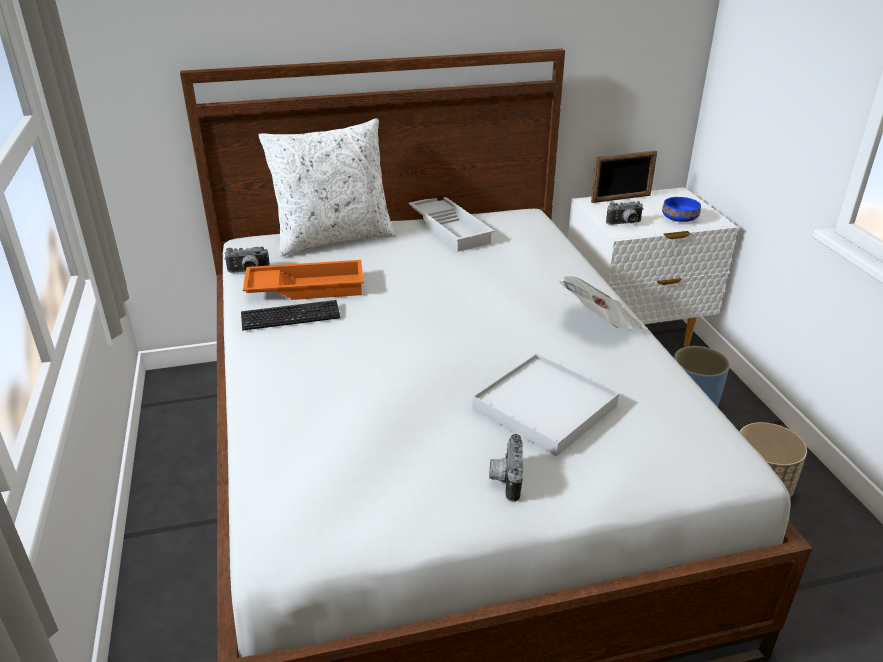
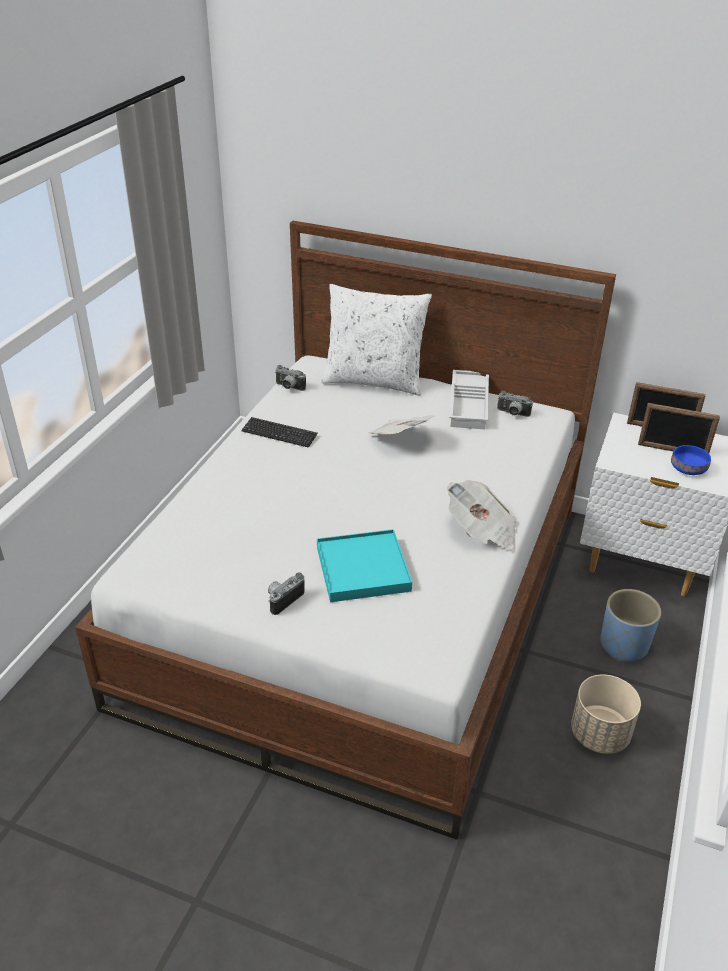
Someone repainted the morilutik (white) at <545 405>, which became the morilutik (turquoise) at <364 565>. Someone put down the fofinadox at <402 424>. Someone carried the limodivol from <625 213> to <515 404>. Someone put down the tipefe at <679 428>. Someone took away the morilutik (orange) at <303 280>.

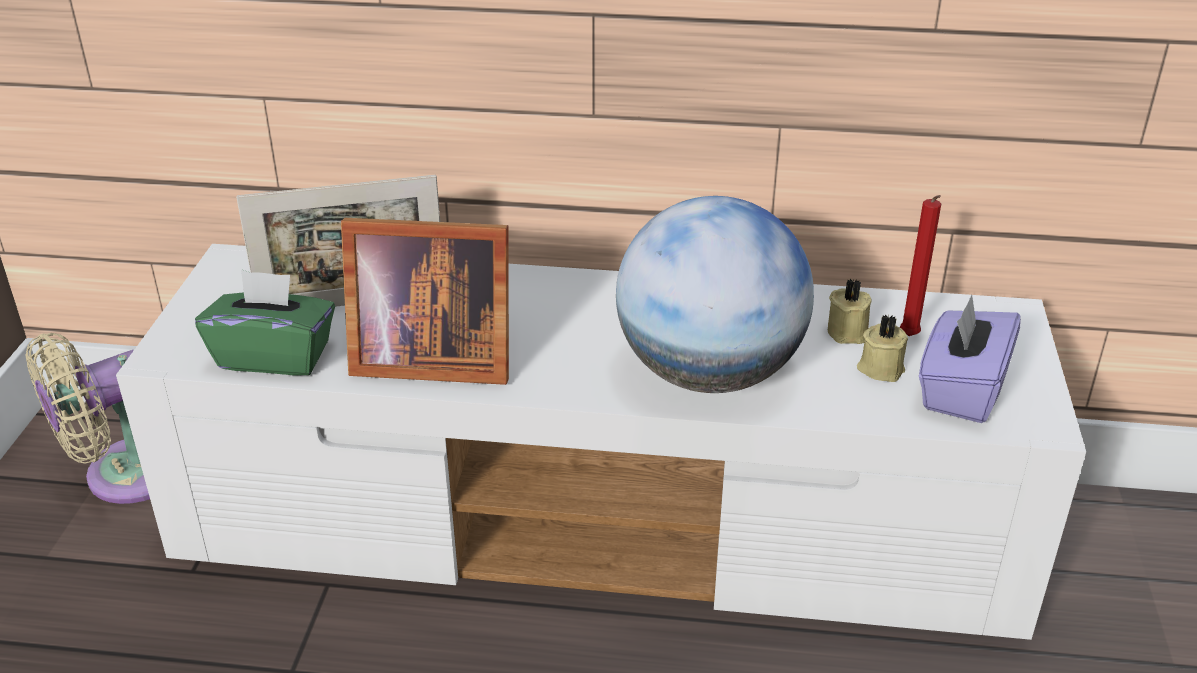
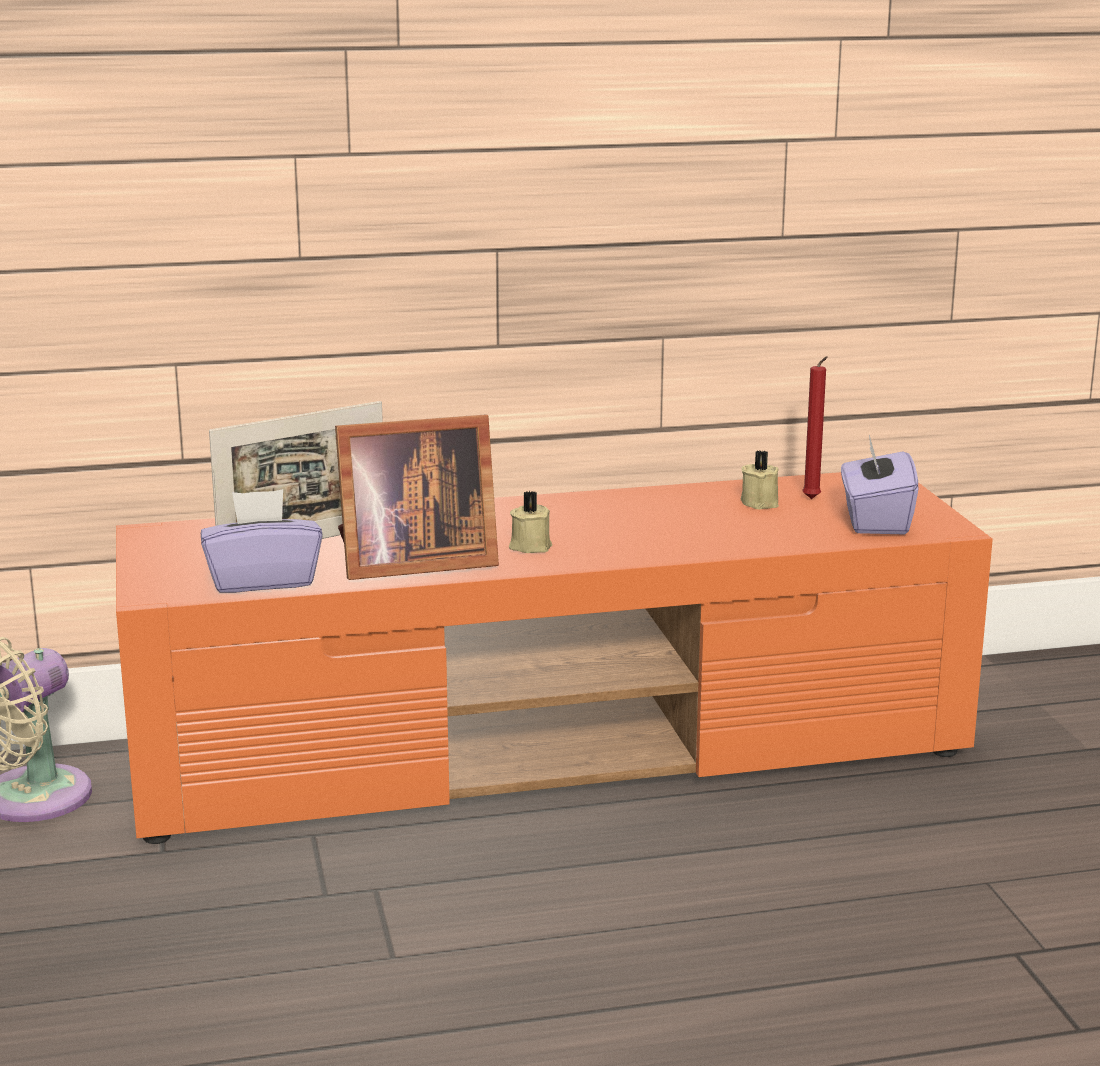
Someone repainted the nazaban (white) at <601 442>, which became the nazaban (orange) at <554 658>. Someone repainted the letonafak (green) at <265 322>, which became the letonafak (purple) at <262 541>. Someone carried the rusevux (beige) from <882 348> to <530 522>. Someone took away the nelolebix at <715 294>.

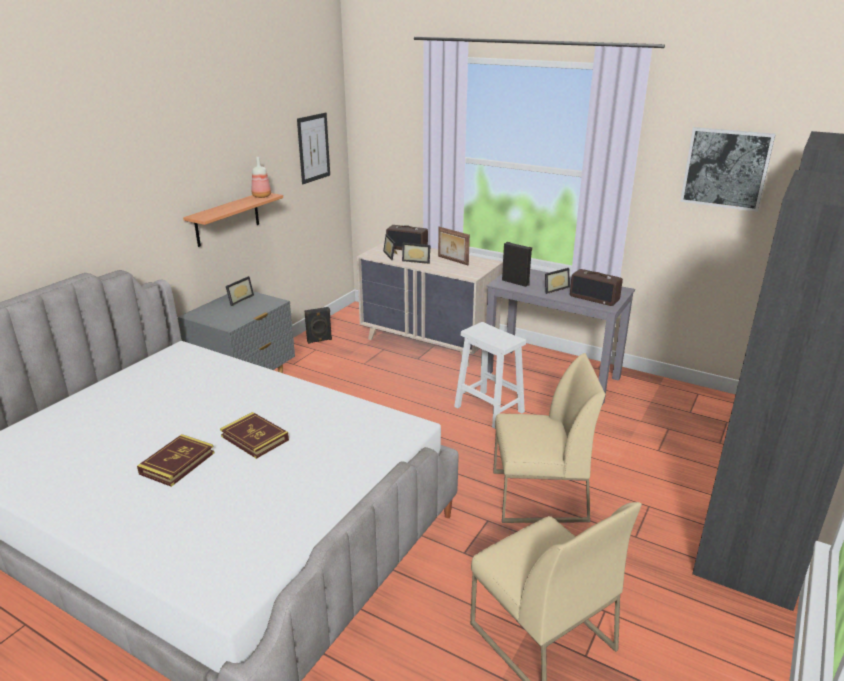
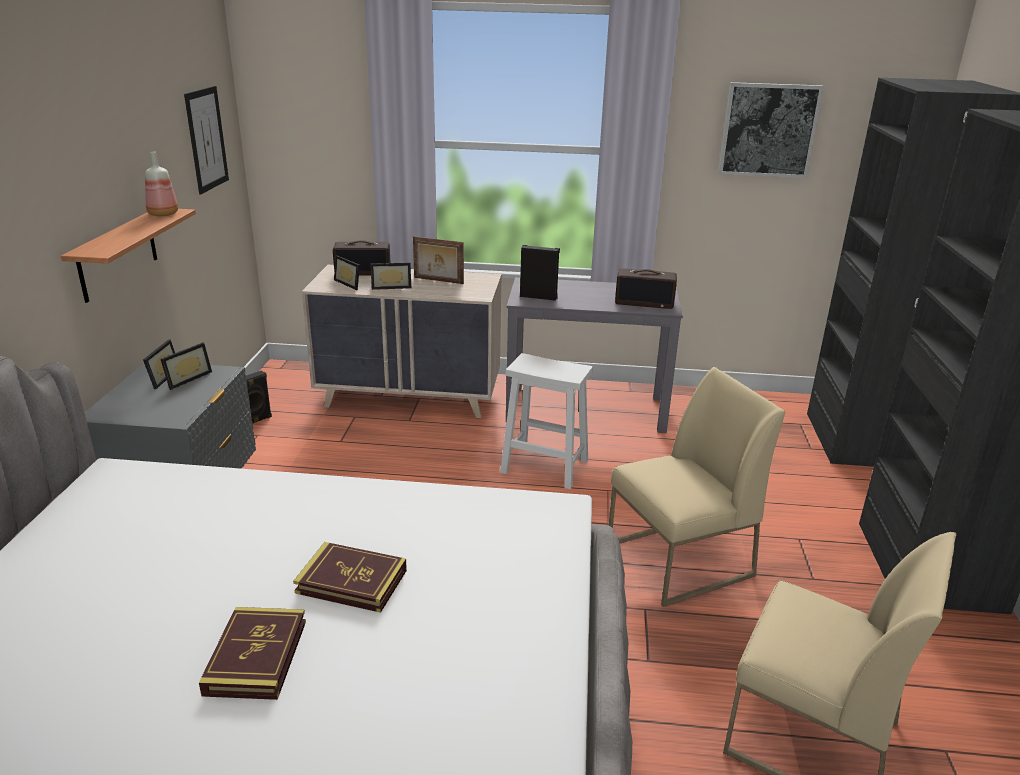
Someone carried the tipefe from <557 281> to <186 366>.

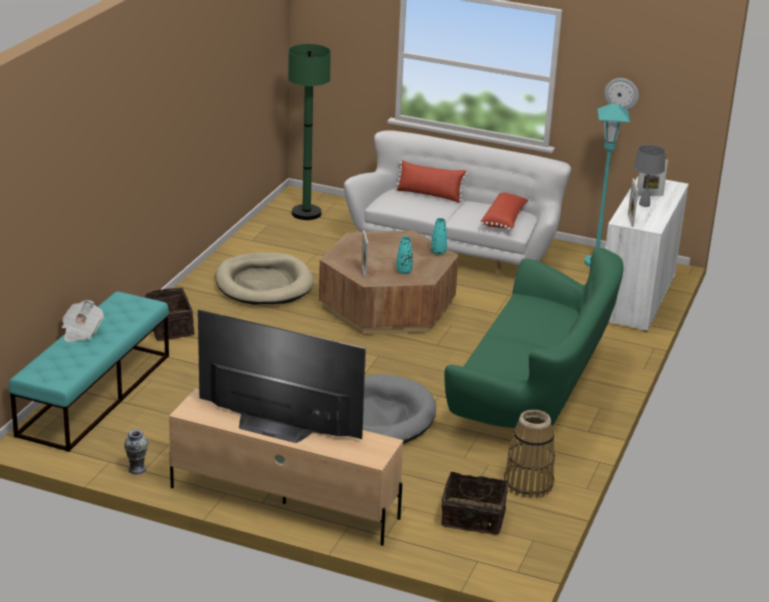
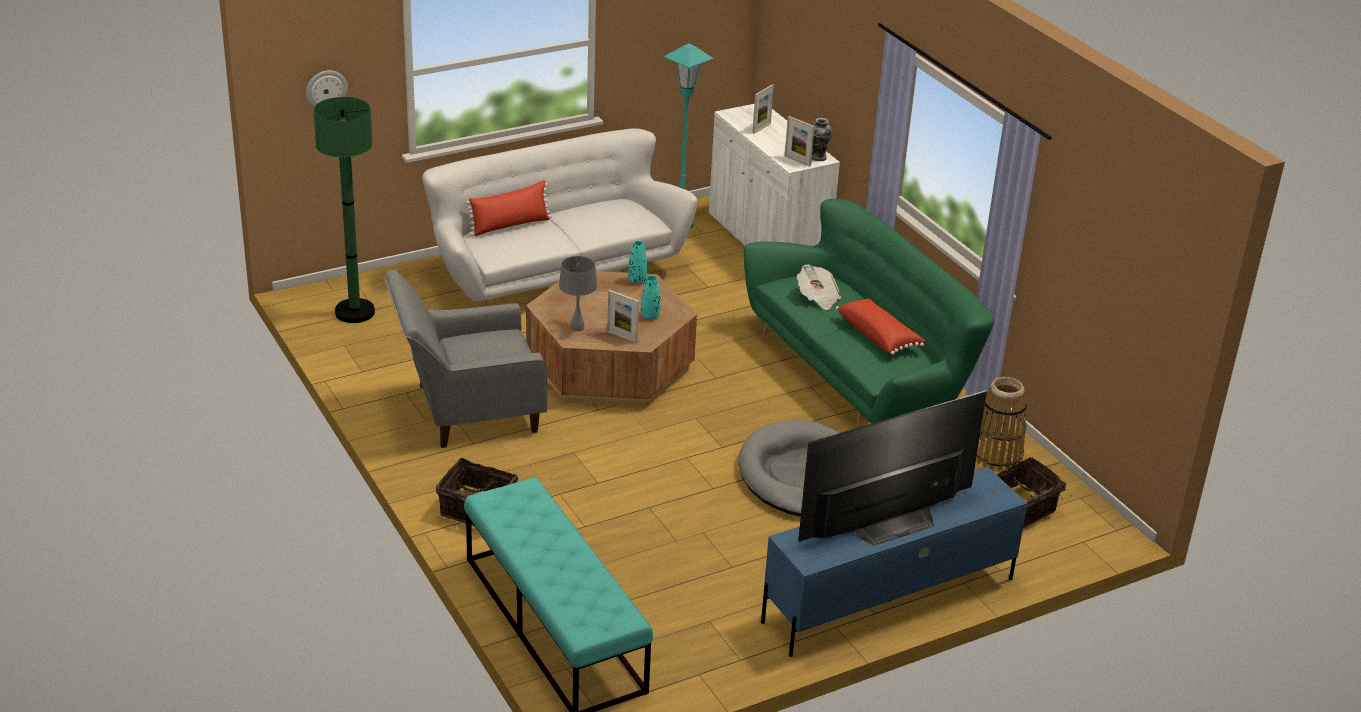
Someone carried the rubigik from <622 94> to <327 88>. Someone swapped the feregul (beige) at <264 279> for the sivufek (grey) at <465 359>. Someone carried the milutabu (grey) from <650 176> to <578 293>. Someone repainted the nazaban (beige) at <286 467>, which became the nazaban (blue) at <894 562>. Someone carried the fofinadox from <83 321> to <819 287>. Someone carried the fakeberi from <136 452> to <821 139>. Someone carried the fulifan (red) from <505 211> to <880 327>.

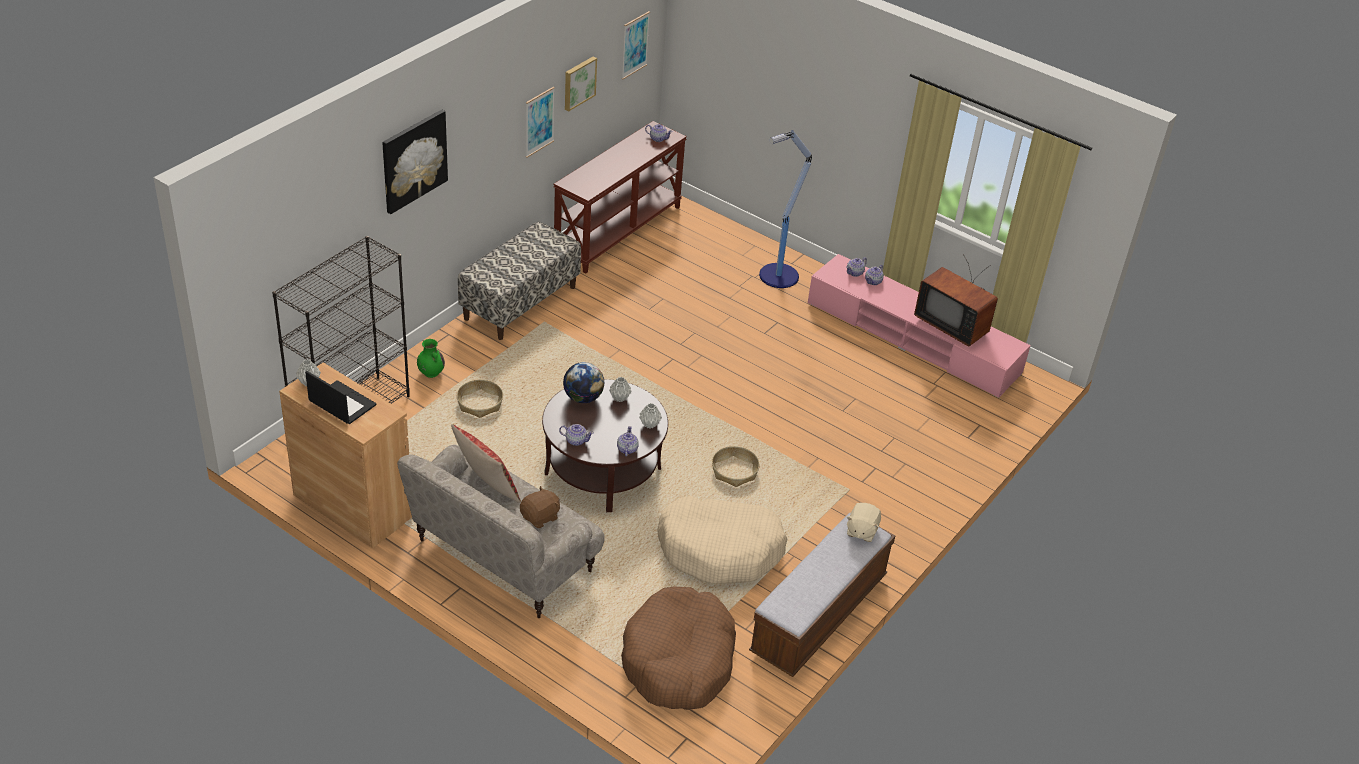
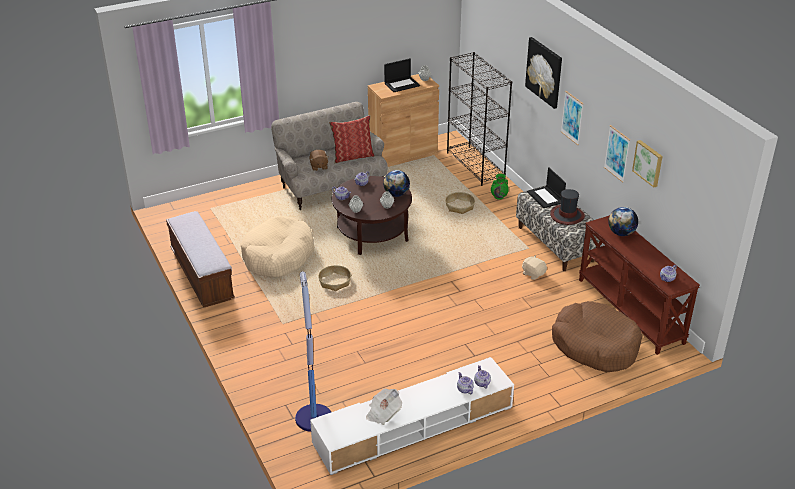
Someone carried the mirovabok from <785 209> to <313 352>. Someone repainted the nazaban (pink) at <919 326>, which became the nazaban (white) at <412 416>. Someone swapped the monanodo at <956 300> for the fofinadox at <384 406>. Someone carried the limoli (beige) from <863 522> to <534 267>. Someone put down the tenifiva at <546 188>. Someone put down the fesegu at <567 207>. Someone carried the feregul (brown) from <678 648> to <597 336>. Someone carried the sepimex from <636 45> to <572 118>. Someone put down the nelolebix at <623 221>.

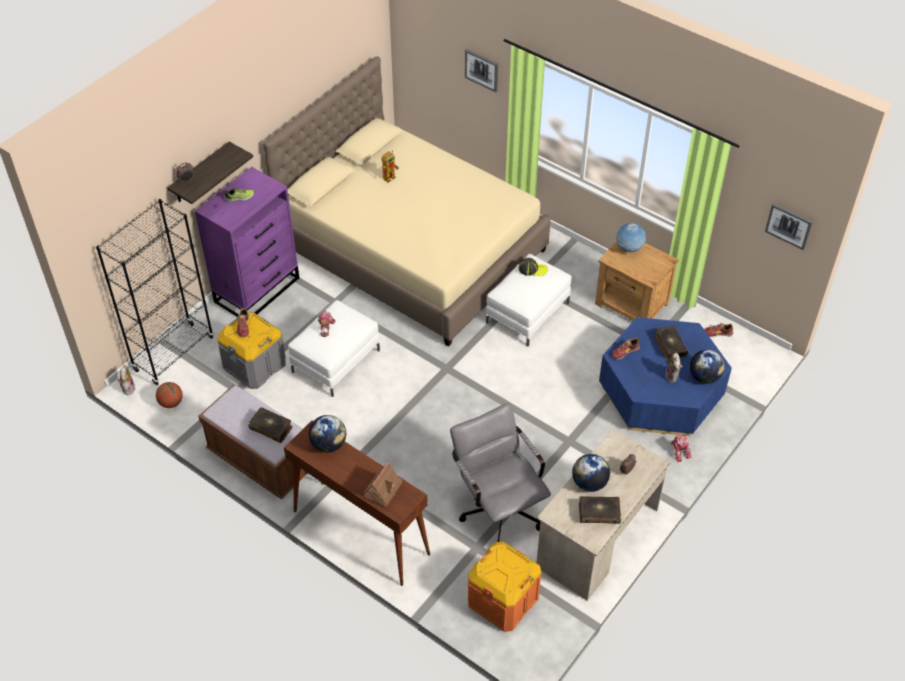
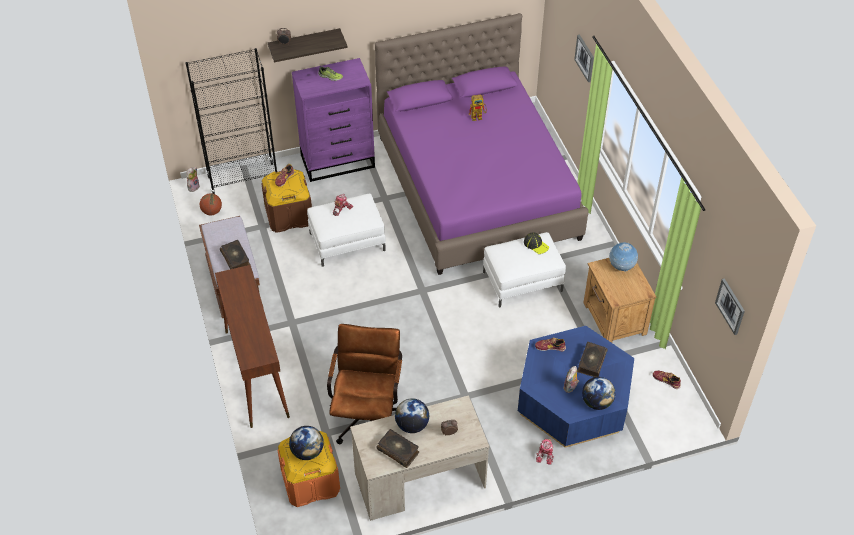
Someone repainted the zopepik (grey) at <252 350>, which became the zopepik (brown) at <286 201>. Someone carried the nelolebix from <327 434> to <306 443>. Someone repainted the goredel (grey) at <500 472>, which became the goredel (brown) at <364 384>. Someone repainted the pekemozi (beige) at <407 201>, which became the pekemozi (purple) at <482 144>. Someone took away the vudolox at <383 484>.

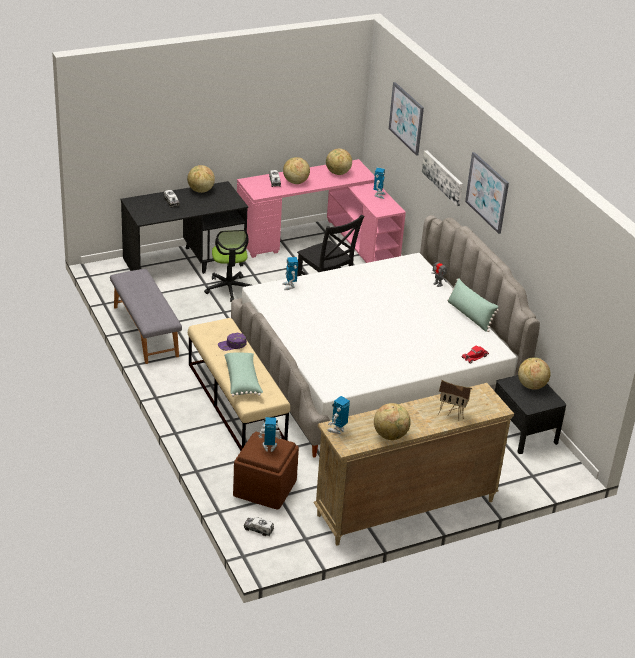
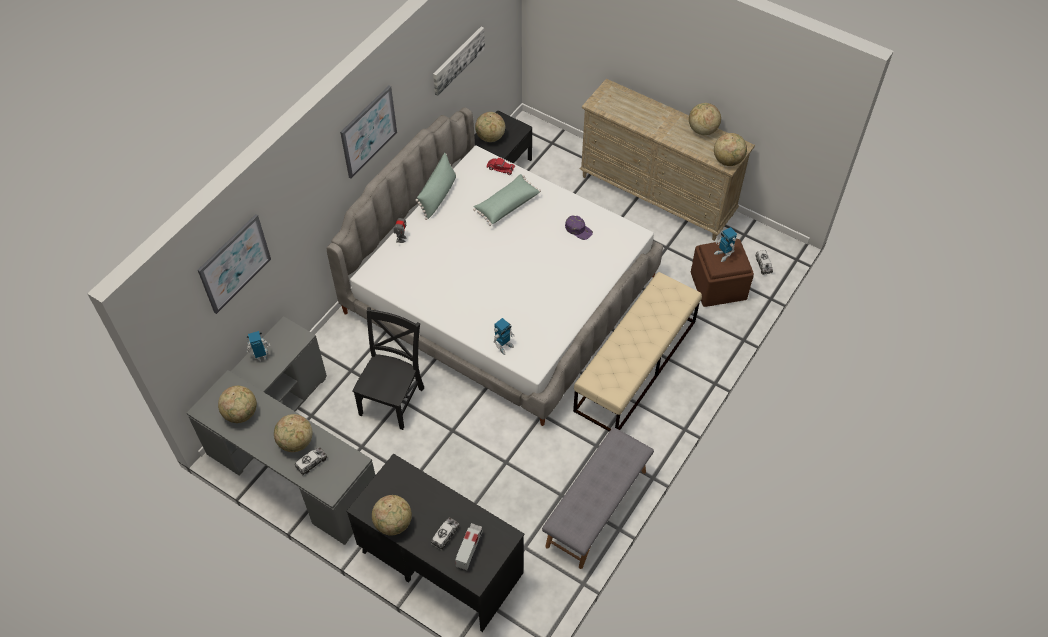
Someone repainted the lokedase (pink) at <321 211>, which became the lokedase (grey) at <281 430>. Someone carried the sepimex from <442 178> to <459 61>. Someone put down the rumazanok at <469 546>. Someone carried the fulifan (green) from <243 375> to <507 200>. Someone carried the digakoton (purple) from <232 342> to <579 227>. Someone swapped the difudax at <338 415> for the nelolebix at <730 149>. Someone took away the goredel at <227 266>. Someone took away the vudolox at <454 400>.

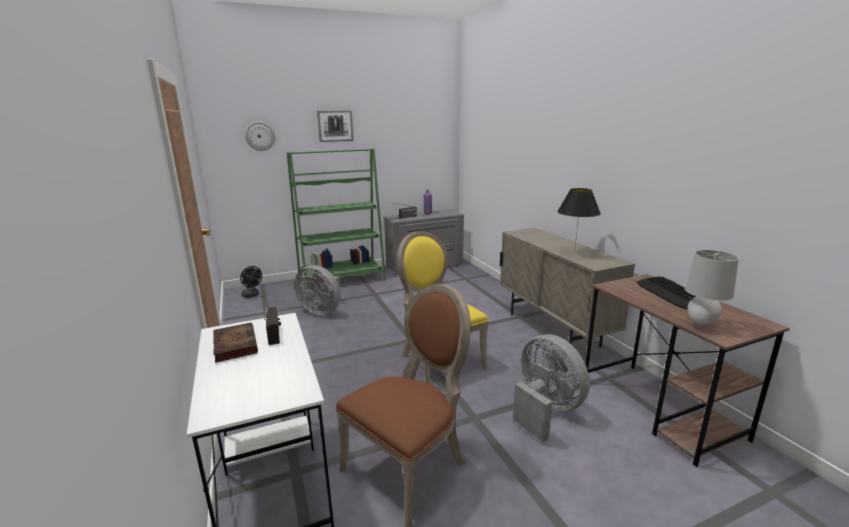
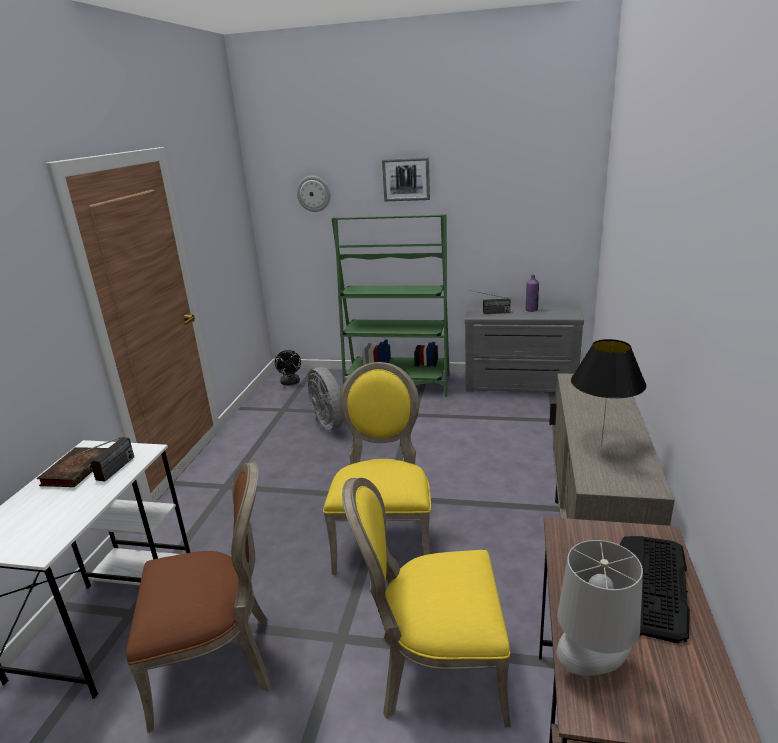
Someone swapped the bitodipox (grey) at <551 388> for the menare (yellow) at <426 602>.

